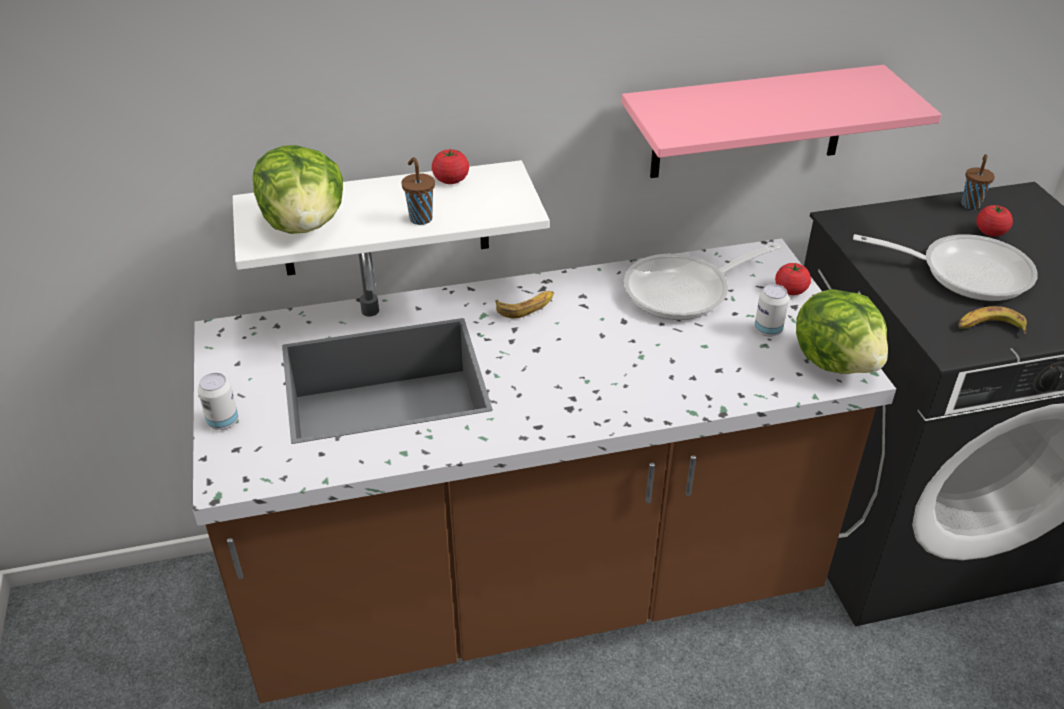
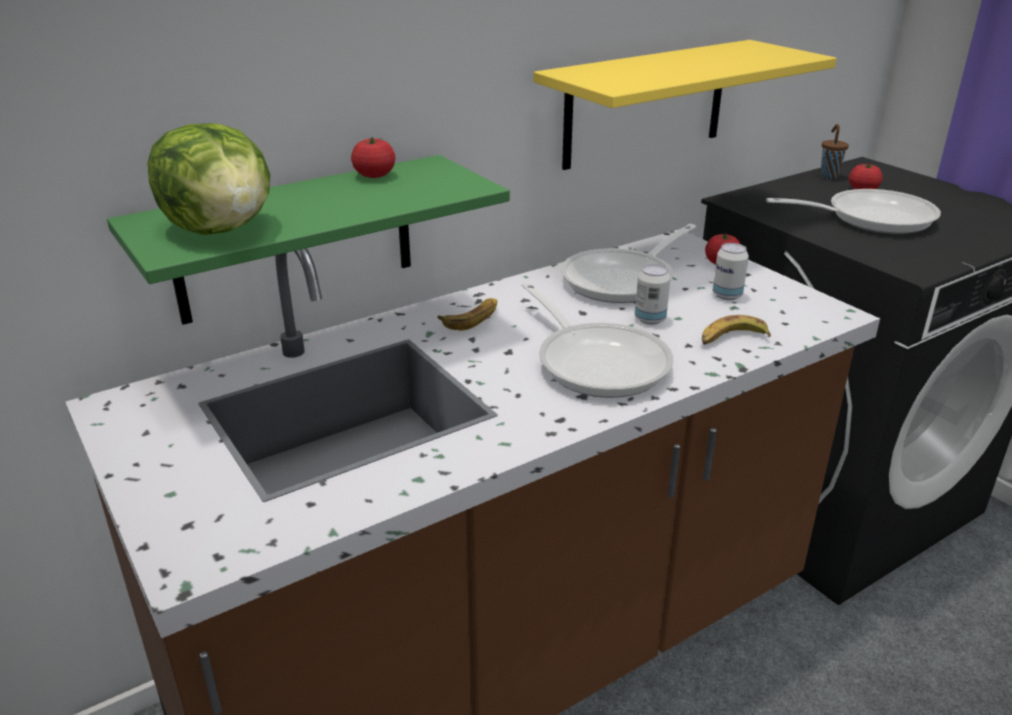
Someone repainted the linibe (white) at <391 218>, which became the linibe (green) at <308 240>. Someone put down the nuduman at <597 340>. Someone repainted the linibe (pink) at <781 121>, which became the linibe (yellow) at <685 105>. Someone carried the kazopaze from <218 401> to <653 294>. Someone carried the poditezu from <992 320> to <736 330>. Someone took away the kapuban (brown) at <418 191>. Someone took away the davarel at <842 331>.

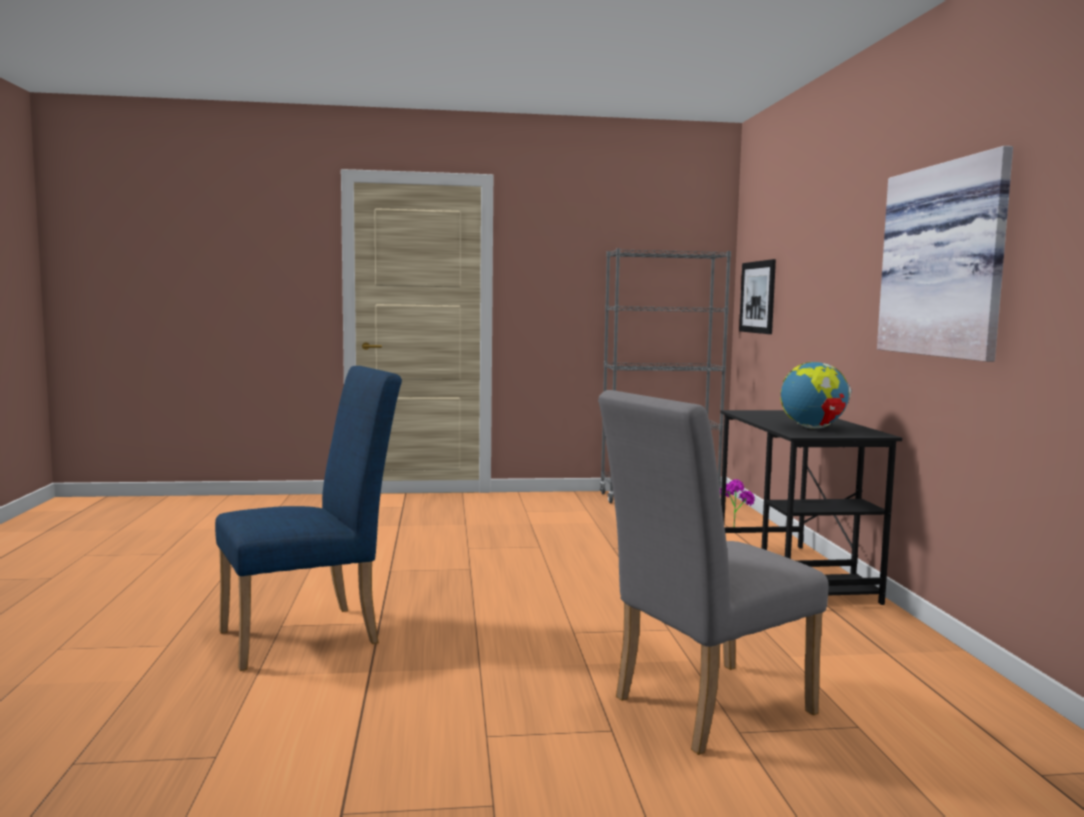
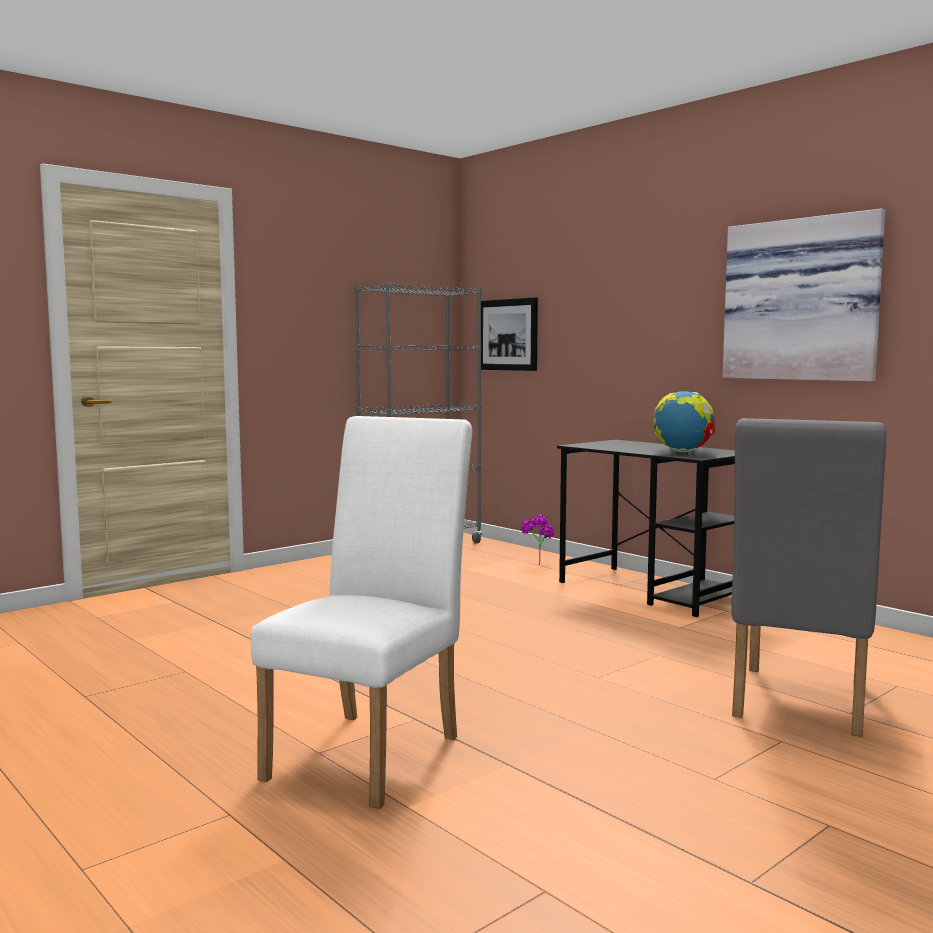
Someone repainted the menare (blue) at <308 518>, which became the menare (white) at <361 612>.

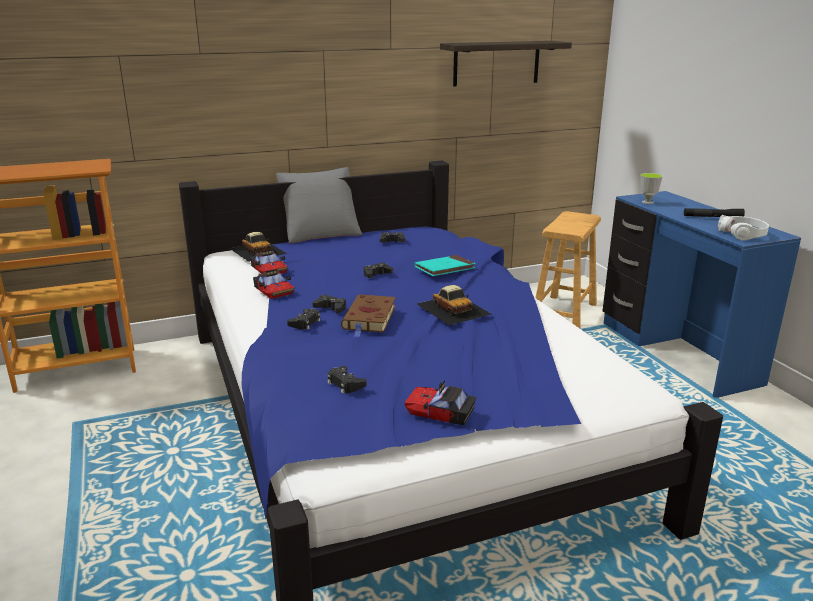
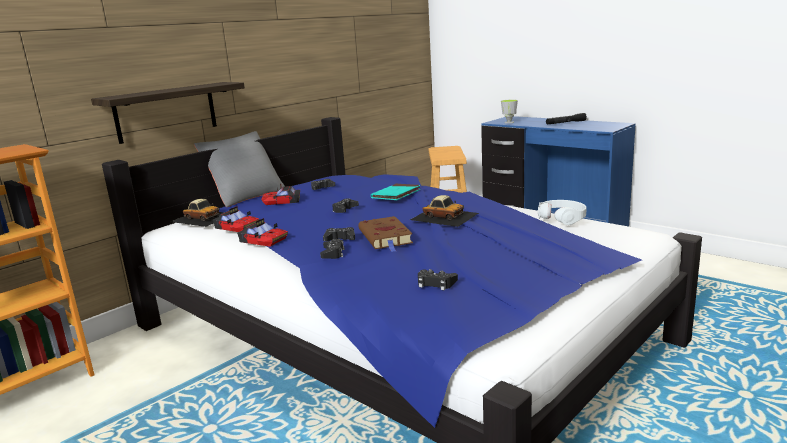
Someone carried the linibe from <506 64> to <168 113>. Someone carried the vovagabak from <440 403> to <280 194>. Someone carried the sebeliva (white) from <743 228> to <562 212>.

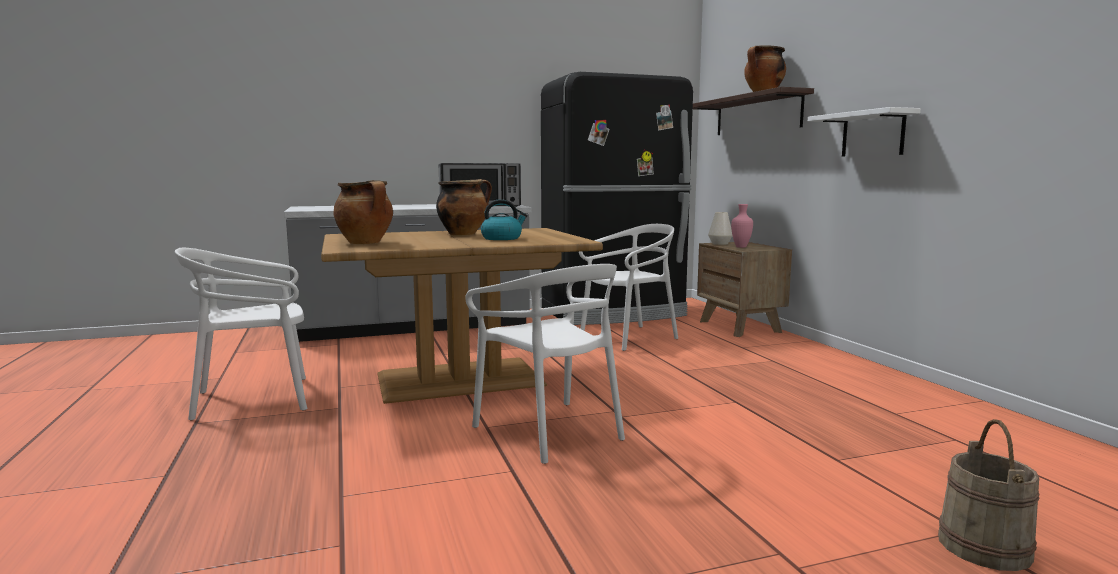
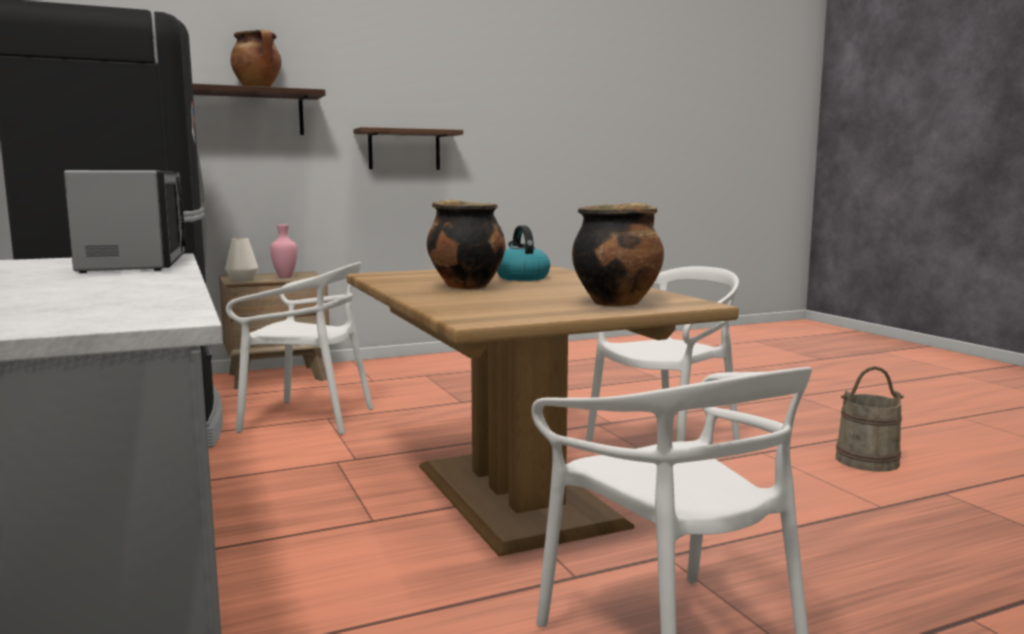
Someone rotated the menare (white) at <628 287> by 135 degrees clockwise. Someone repainted the linibe (white) at <864 132>, which became the linibe (brown) at <408 148>. Someone carried the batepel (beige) from <988 495> to <870 419>.

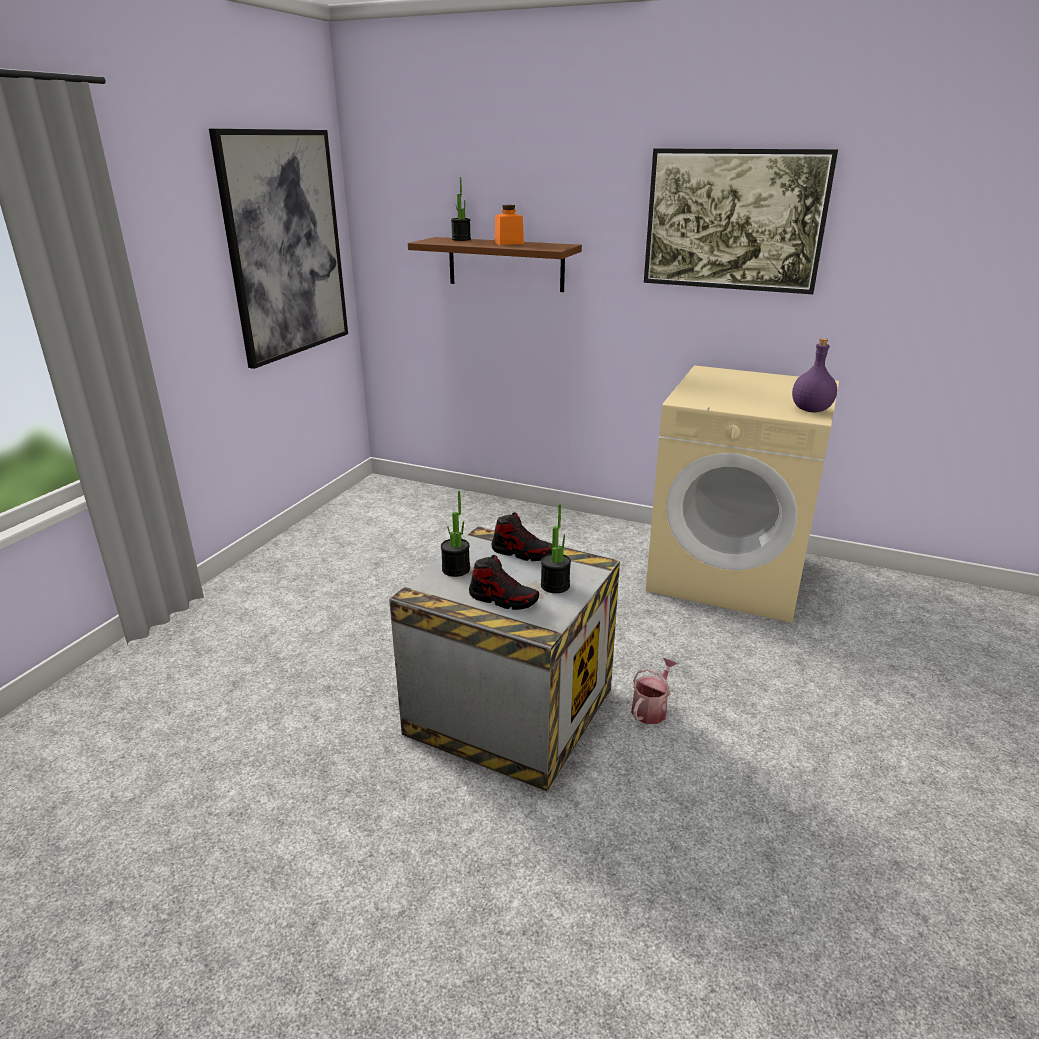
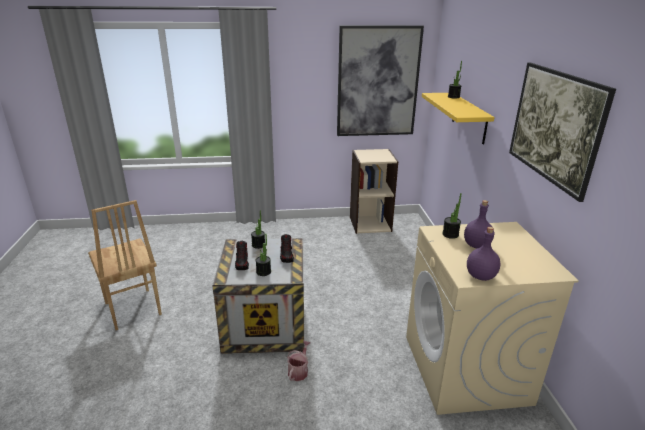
Someone put down the menare (brown) at <125 265>. Someone rotated the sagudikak at <654 691> by 75 degrees counterclockwise. Someone put down the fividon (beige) at <374 191>. Someone repainted the linibe (brown) at <495 264>, which became the linibe (yellow) at <458 118>. Someone put down the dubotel at <452 216>. Someone put down the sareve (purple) at <479 224>. Someone took away the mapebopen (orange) at <509 225>.

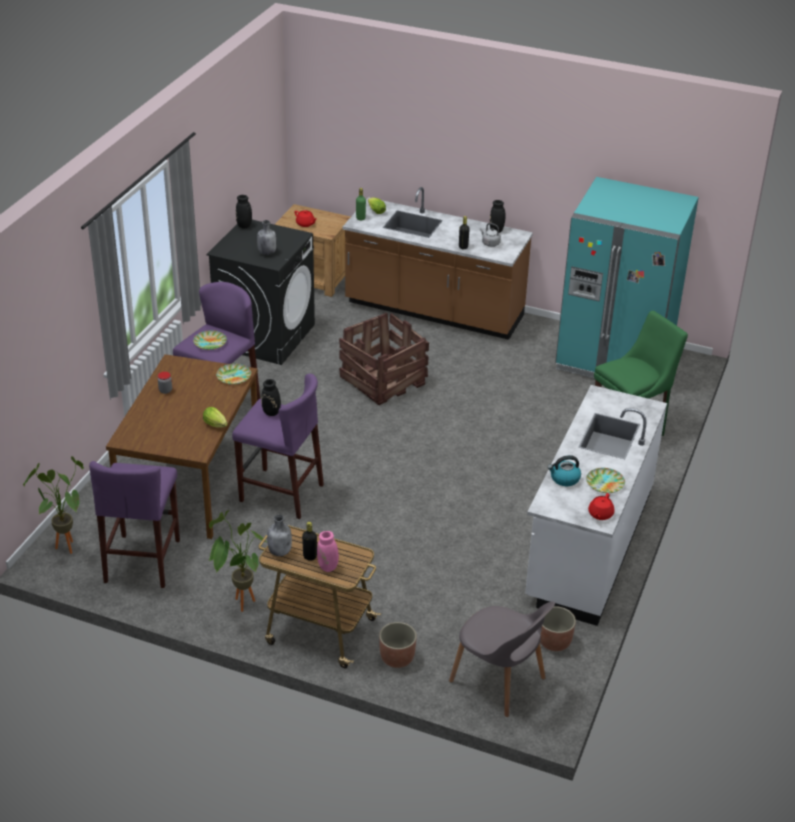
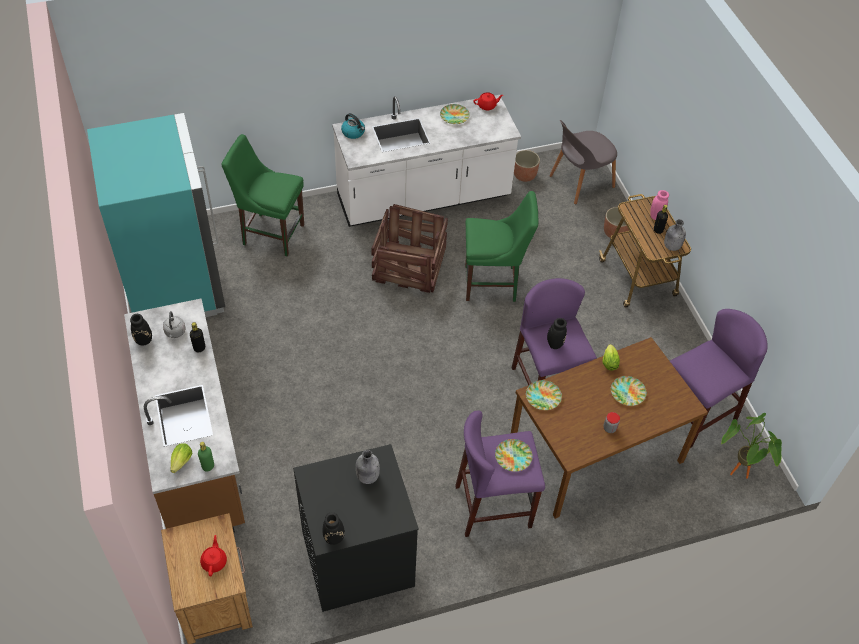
Someone carried the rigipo from <564 470> to <353 126>. Someone carried the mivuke from <384 358> to <409 248>. Someone put down the menare (green) at <501 246>. Someone rotated the menare (grey) at <502 659> by 120 degrees counterclockwise. Someone put down the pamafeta at <629 391>. Someone took away the dubotel at <238 561>.

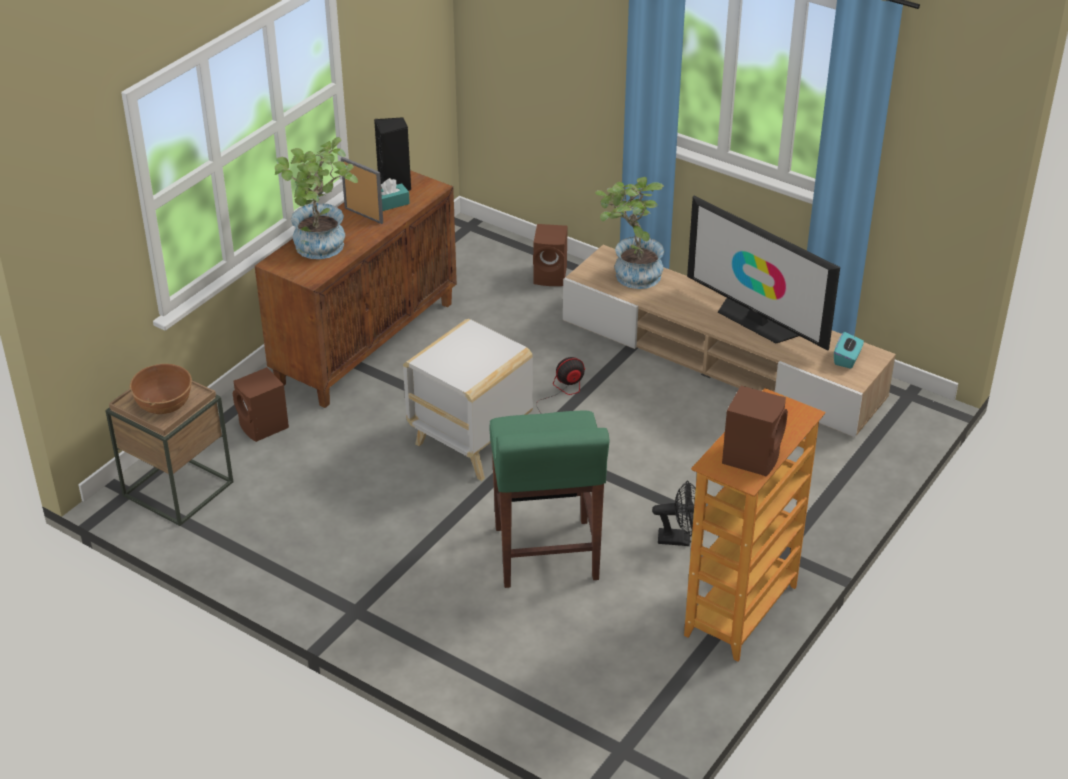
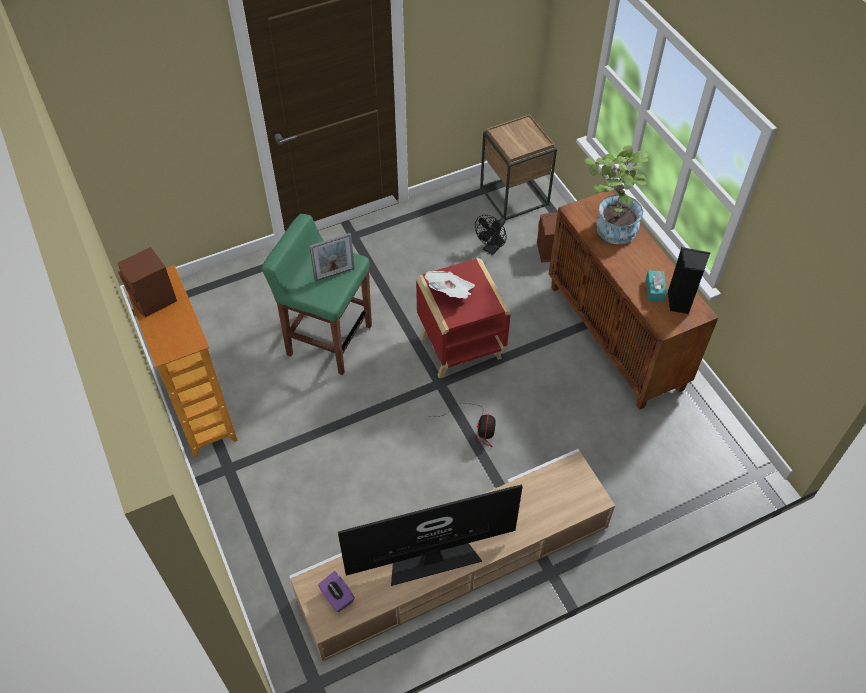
Someone carried the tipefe from <362 190> to <332 257>. Someone repainted the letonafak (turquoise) at <849 350>, which became the letonafak (purple) at <336 591>. Someone repainted the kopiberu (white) at <468 400>, which became the kopiberu (red) at <463 318>. Someone put down the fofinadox at <450 285>. Someone carried the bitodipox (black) from <674 513> to <491 235>. Someone took away the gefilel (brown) at <161 389>. Someone took away the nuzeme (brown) at <550 255>. Someone took away the dubotel at <629 233>.

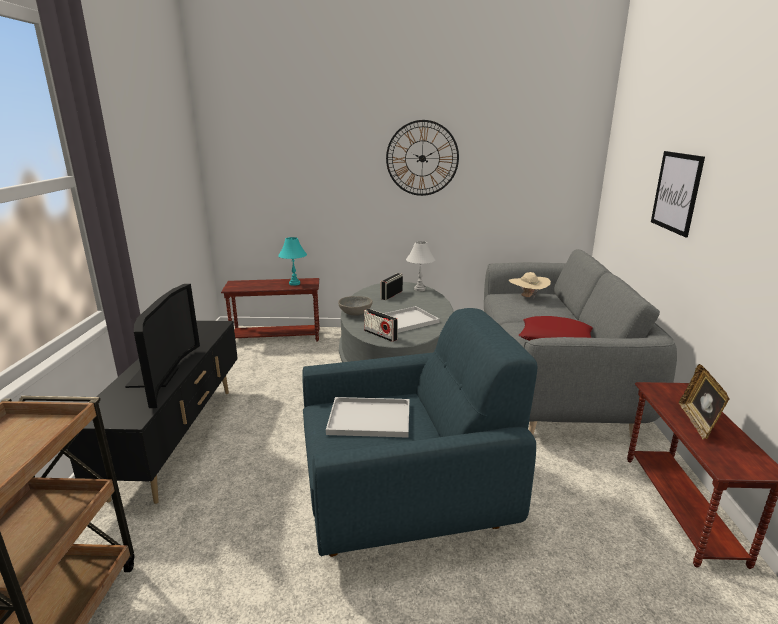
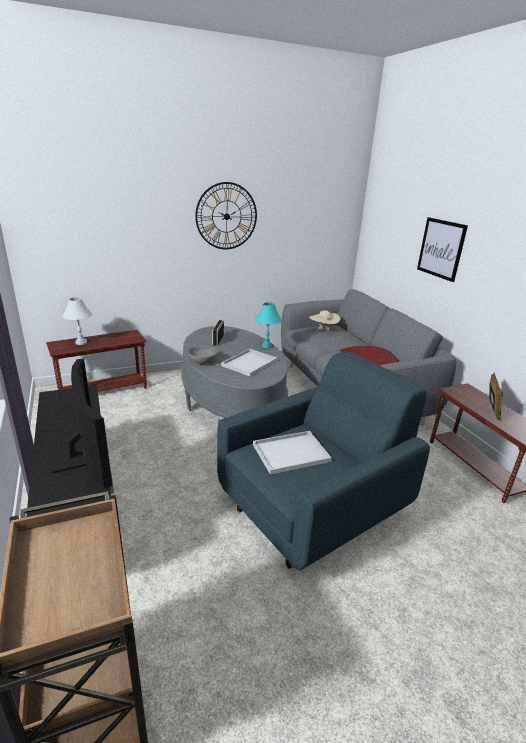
Someone carried the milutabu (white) from <420 266> to <77 321>. Someone carried the milutabu (turquoise) from <292 261> to <268 325>. Someone rotated the tipefe at <704 402> by 150 degrees counterclockwise. Someone took away the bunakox at <381 325>.

